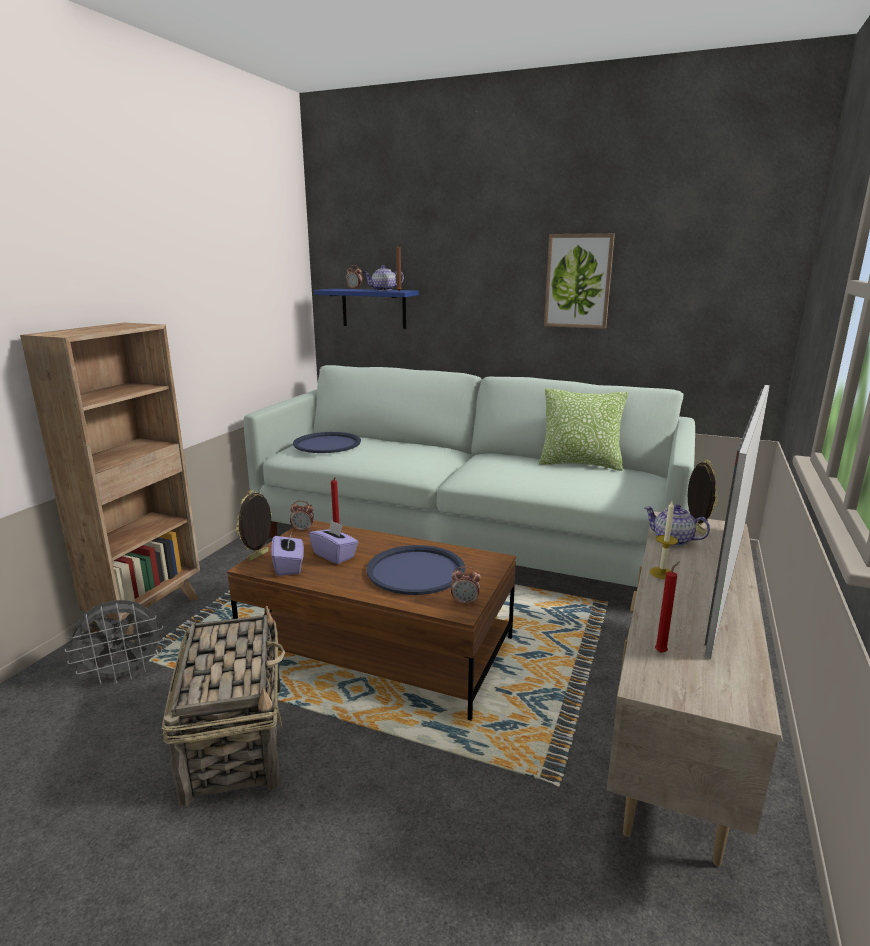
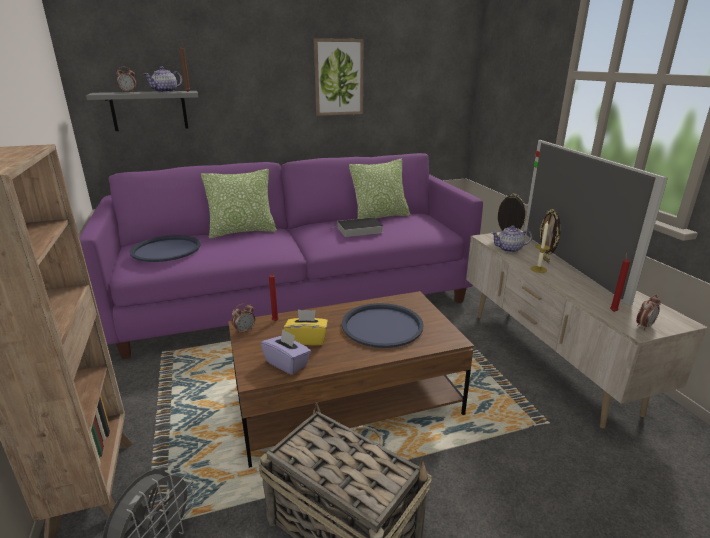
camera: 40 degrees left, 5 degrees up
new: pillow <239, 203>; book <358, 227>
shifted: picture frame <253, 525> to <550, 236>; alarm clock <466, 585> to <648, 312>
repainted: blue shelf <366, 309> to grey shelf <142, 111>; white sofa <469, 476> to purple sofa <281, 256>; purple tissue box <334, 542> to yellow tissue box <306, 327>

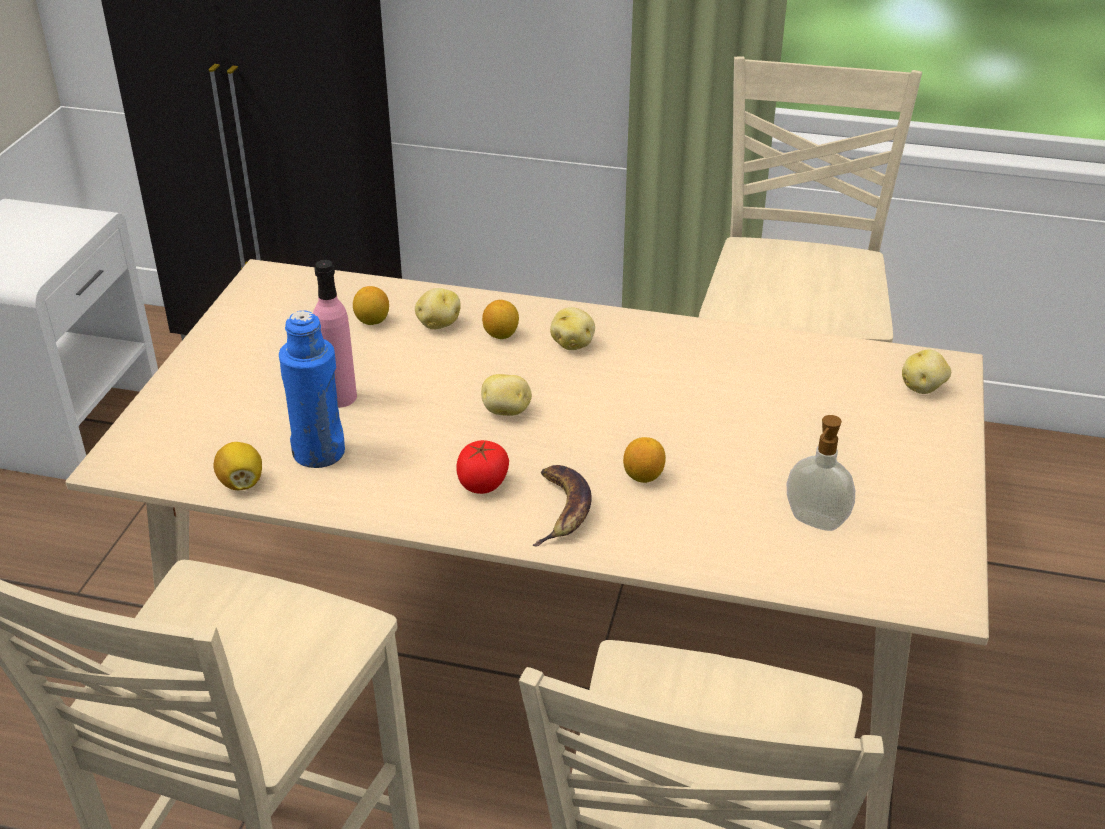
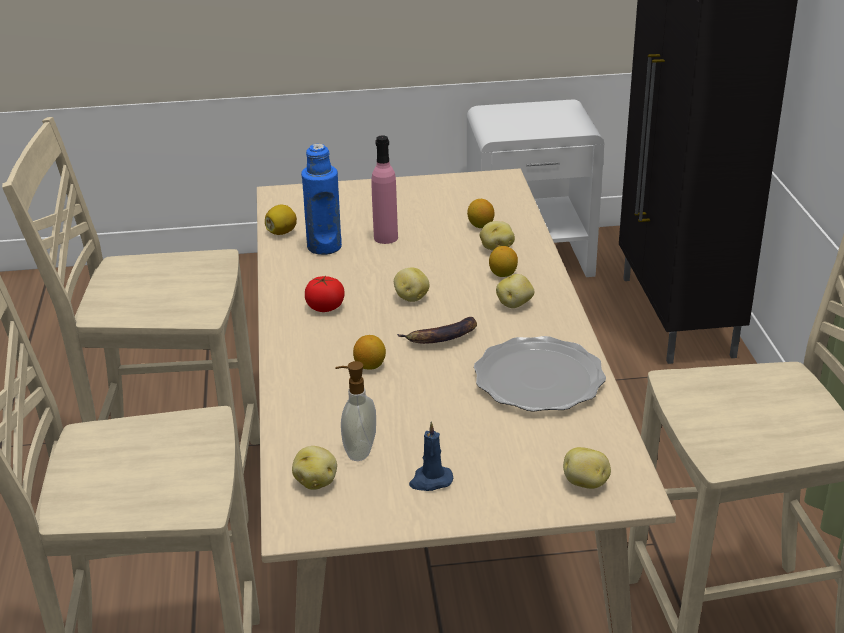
camera: 70 degrees right, 5 degrees down
new: plate <540, 374>; blue candle <431, 456>; potato <314, 468>
shifted: banana <562, 505> to <437, 330>

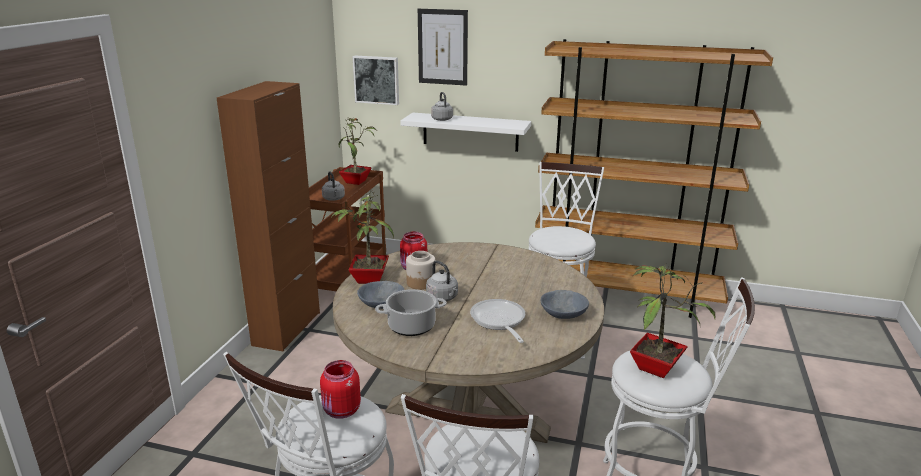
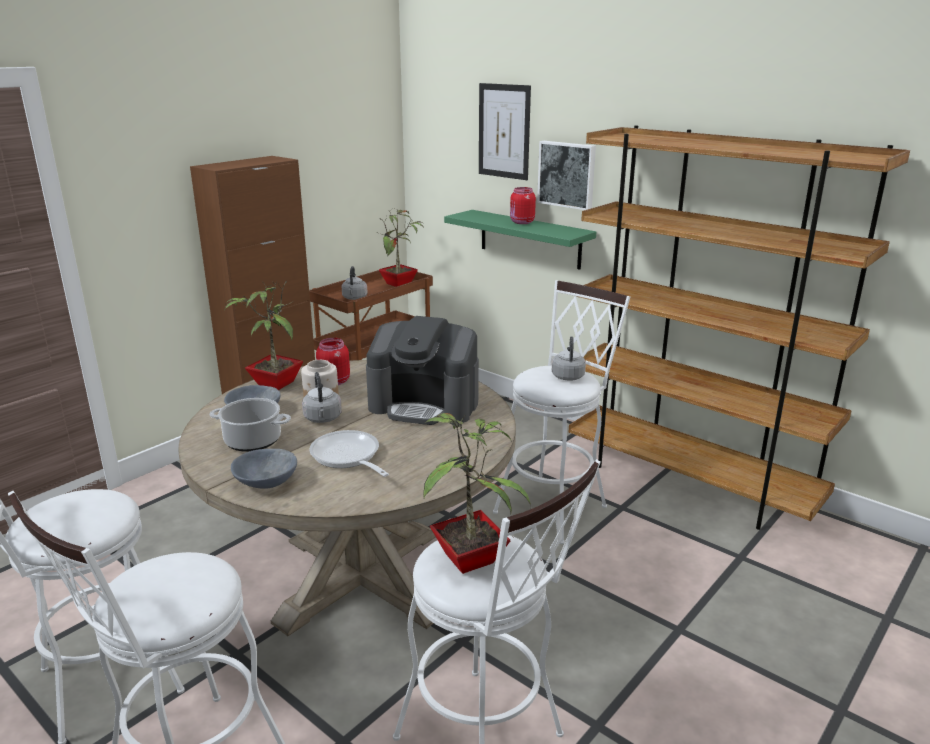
camera: 25 degrees right, 0 degrees up
new: coffee machine <422, 370>
shifted: picture <375, 80> to <566, 175>; grey kettle <442, 106> to <569, 358>; grey bowl <565, 304> to <264, 469>; red jar <340, 389> to <523, 205>
repainted: white shelf <465, 132> to green shelf <520, 240>
rotated: frying pan <497, 321> = <349, 453> 45 degrees counterclockwise

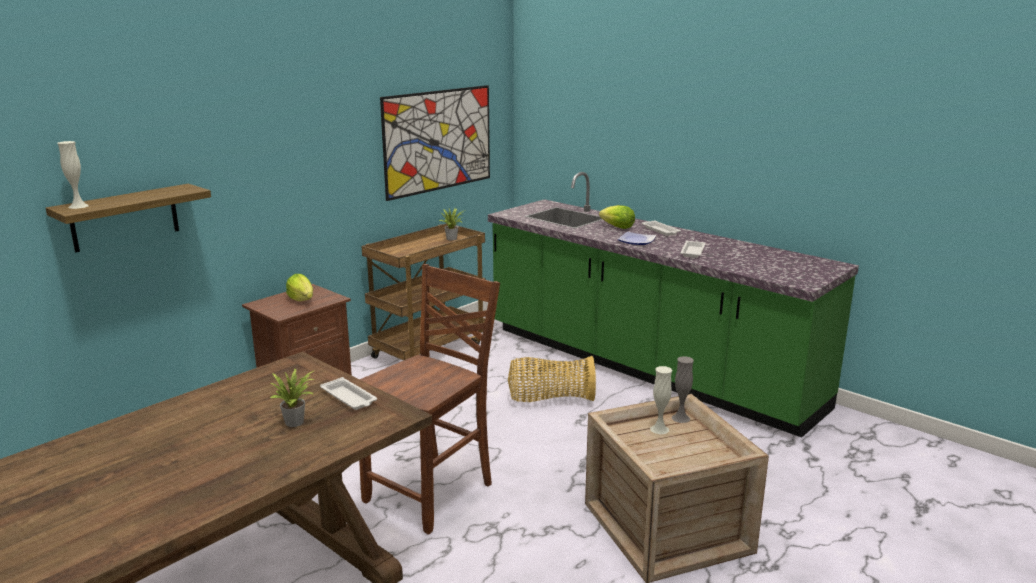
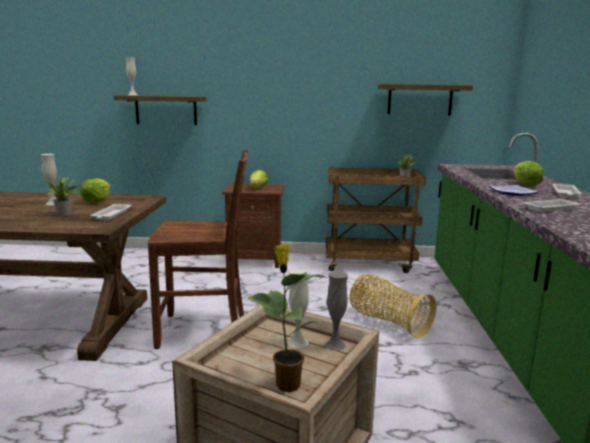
camera: 50 degrees right, 5 degrees down
new: white vase <49, 179>; lettuce <95, 190>; potted plant <289, 318>
swapped: picture <435, 143> to shelf <425, 100>

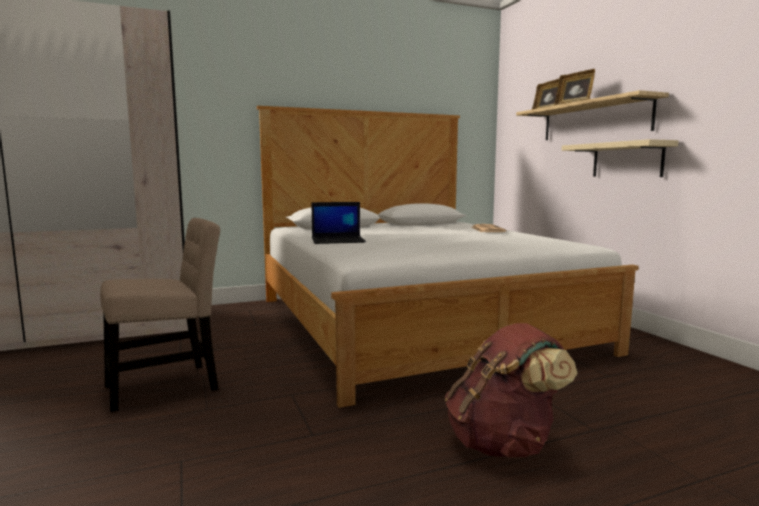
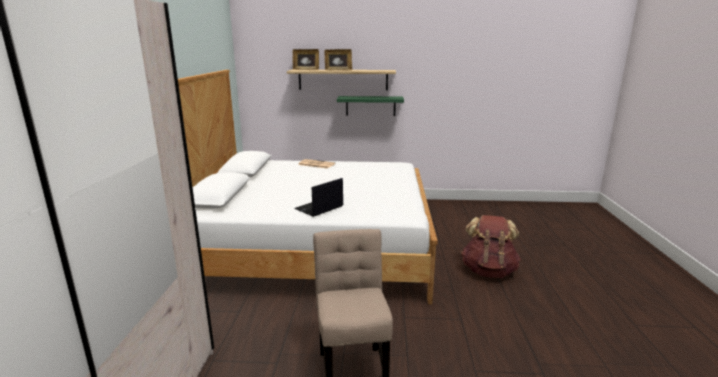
camera: 65 degrees left, 10 degrees up
repainted: beige shelf <620, 158> to green shelf <370, 106>
rotated: laptop <338, 223> = <318, 197> 150 degrees counterclockwise

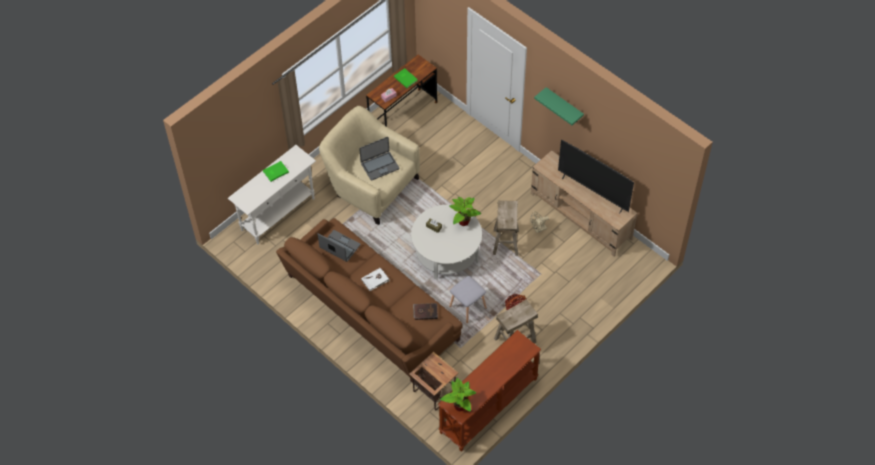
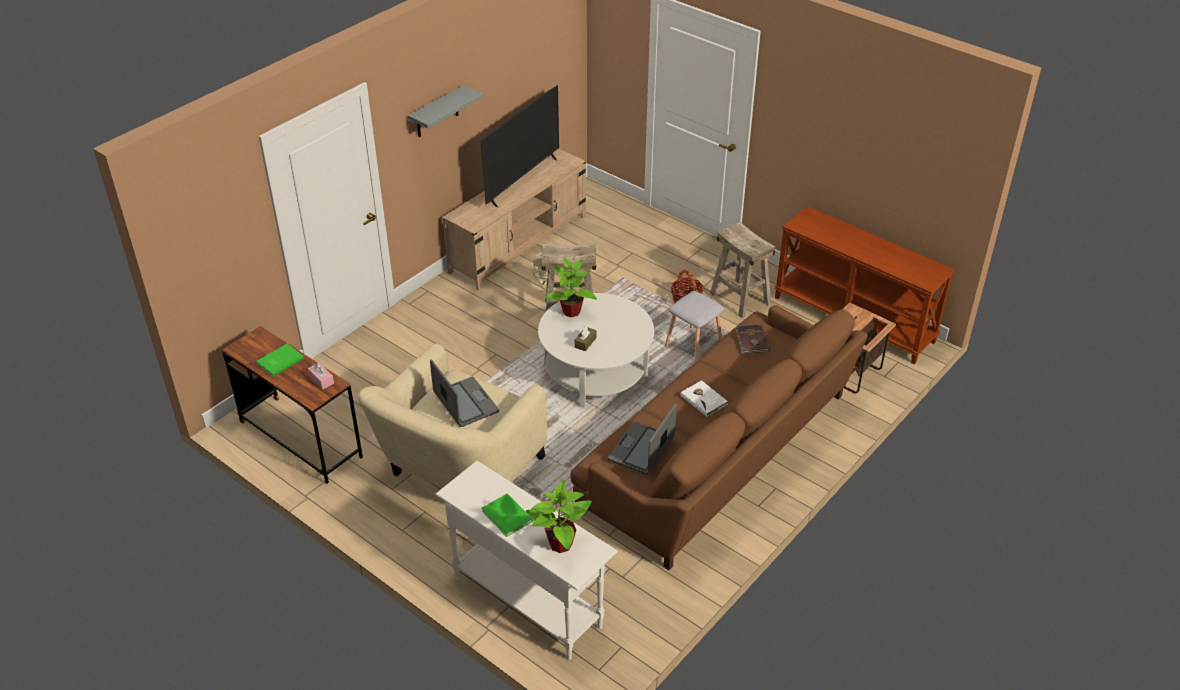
camera: 95 degrees left, 15 degrees down
shifted: potted plant <458, 395> to <559, 516>
repainted: green shelf <559, 106> to grey shelf <445, 111>

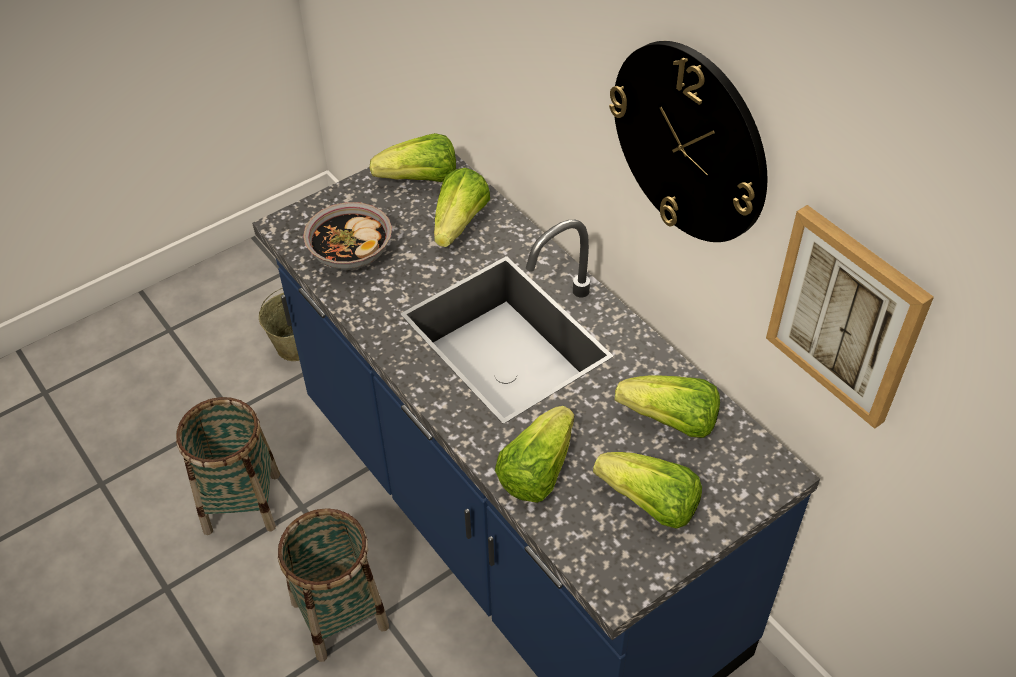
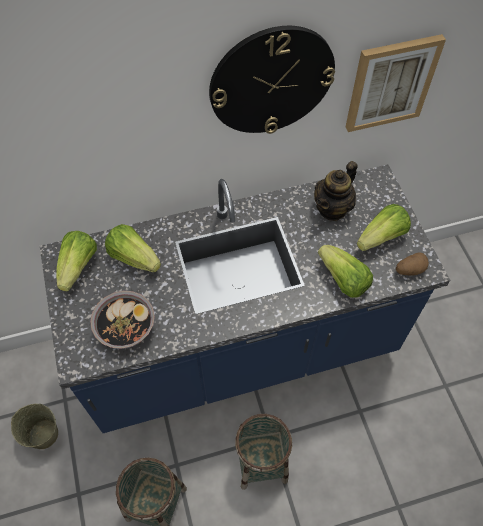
camera: 70 degrees left, 10 degrees up
new: potato <412, 263>
swapped: lettuce <667, 406> to teapot <336, 191>

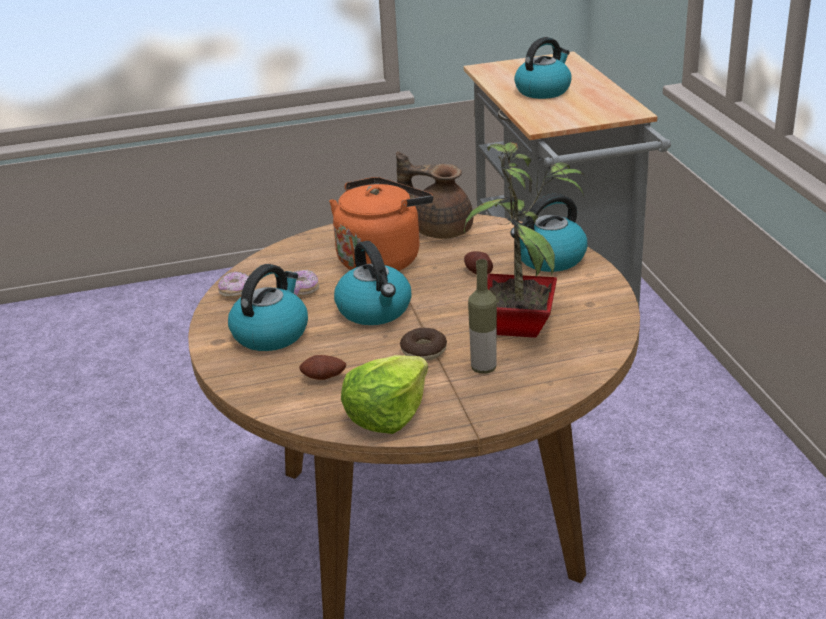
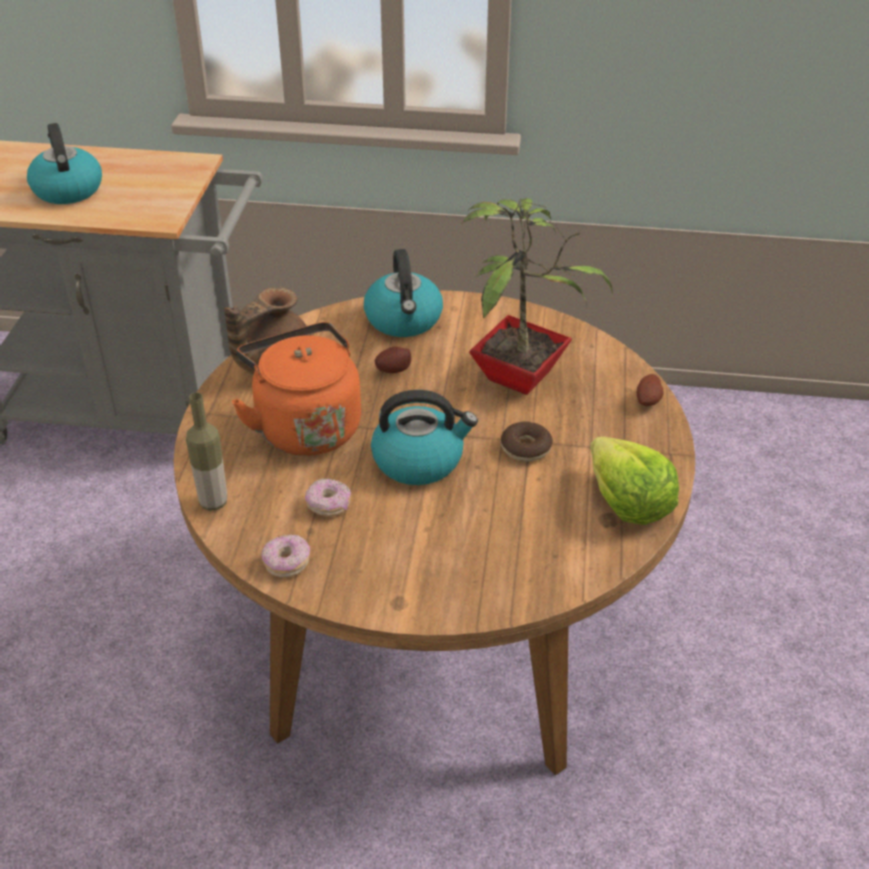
camera: 70 degrees left, 10 degrees up
gone: kettle <268, 307>
shifted: bottle <482, 316> to <206, 451>; potato <322, 367> to <650, 390>

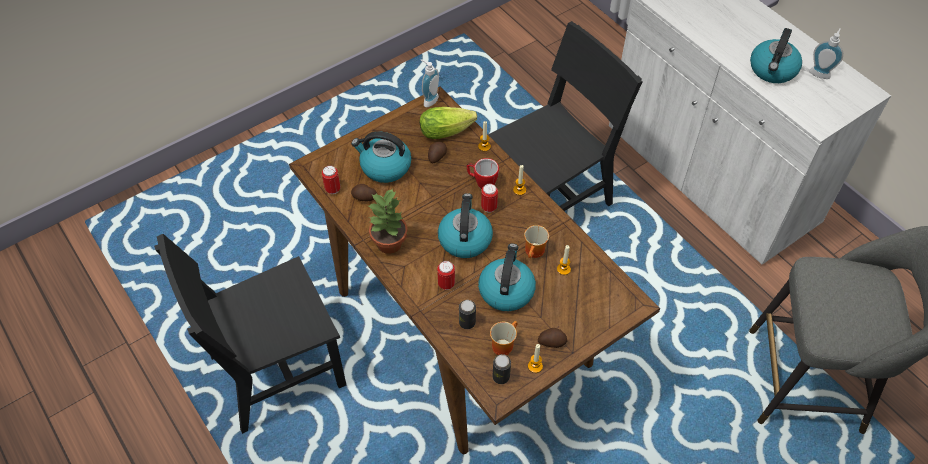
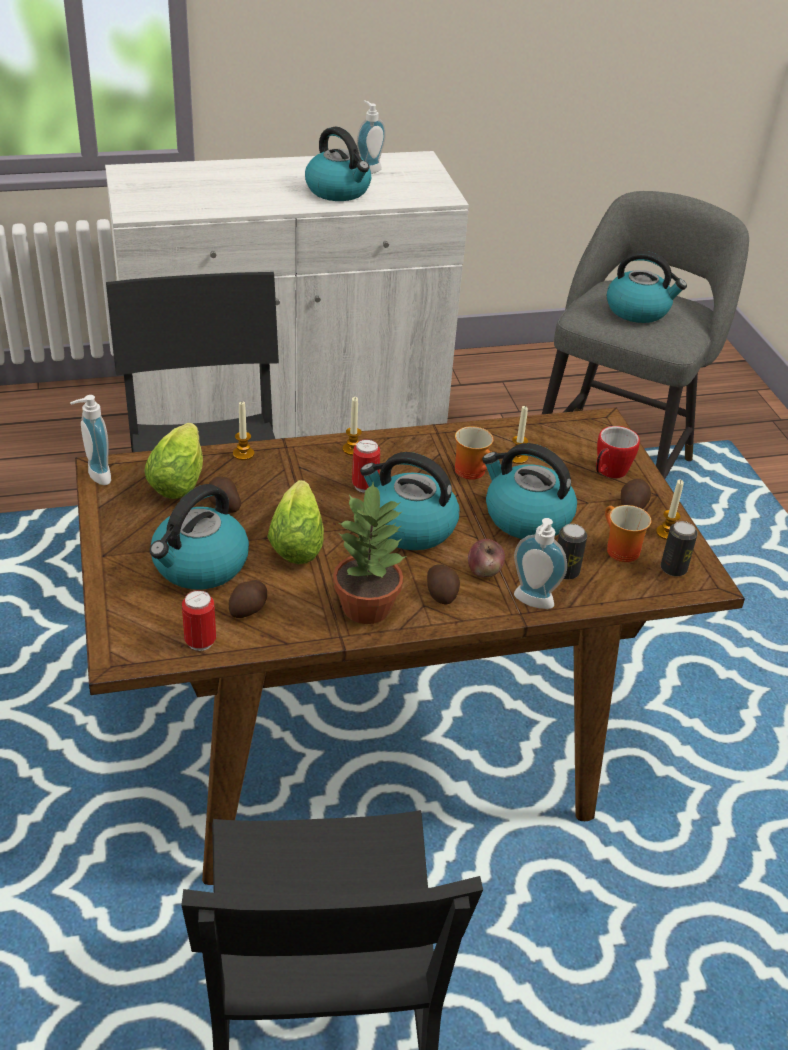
camera: 70 degrees left, 15 degrees down
new: kettle <647, 287>; lettuce <295, 522>; soap dispenser <540, 563>; potato <443, 584>
shifted: mug <482, 173> to <618, 452>
swapped: can <446, 275> to apple <486, 558>

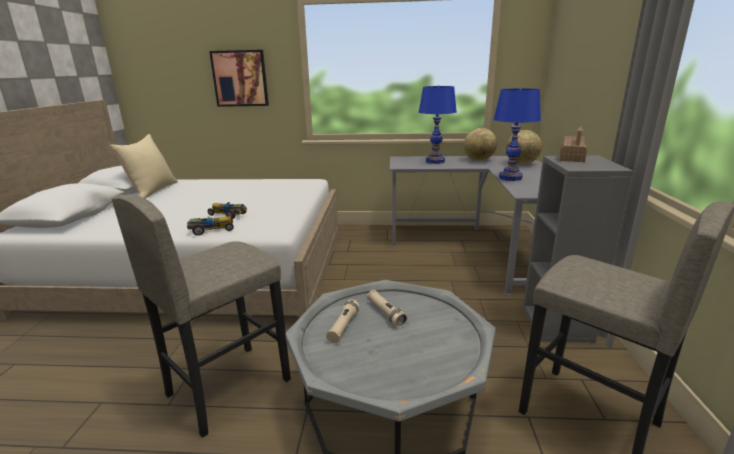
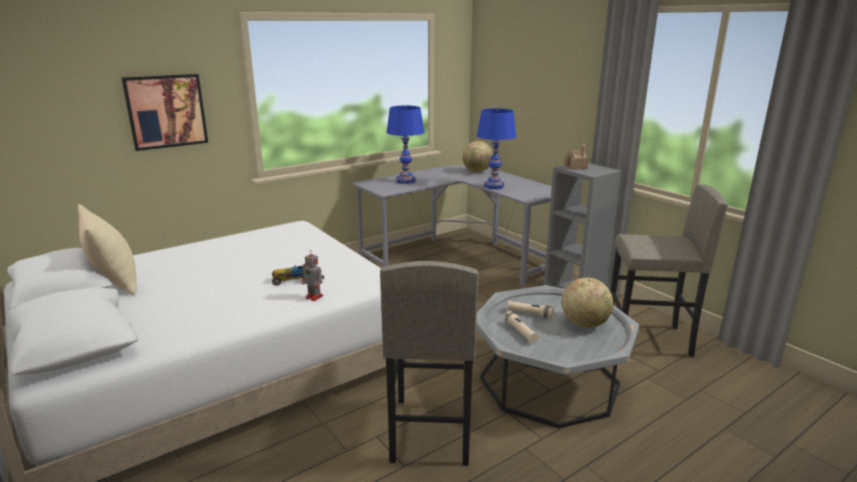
camera: 40 degrees left, 0 degrees up
shifted: globe <480, 144> to <587, 303>
swapped: toy car <210, 226> to toy robot <312, 276>

